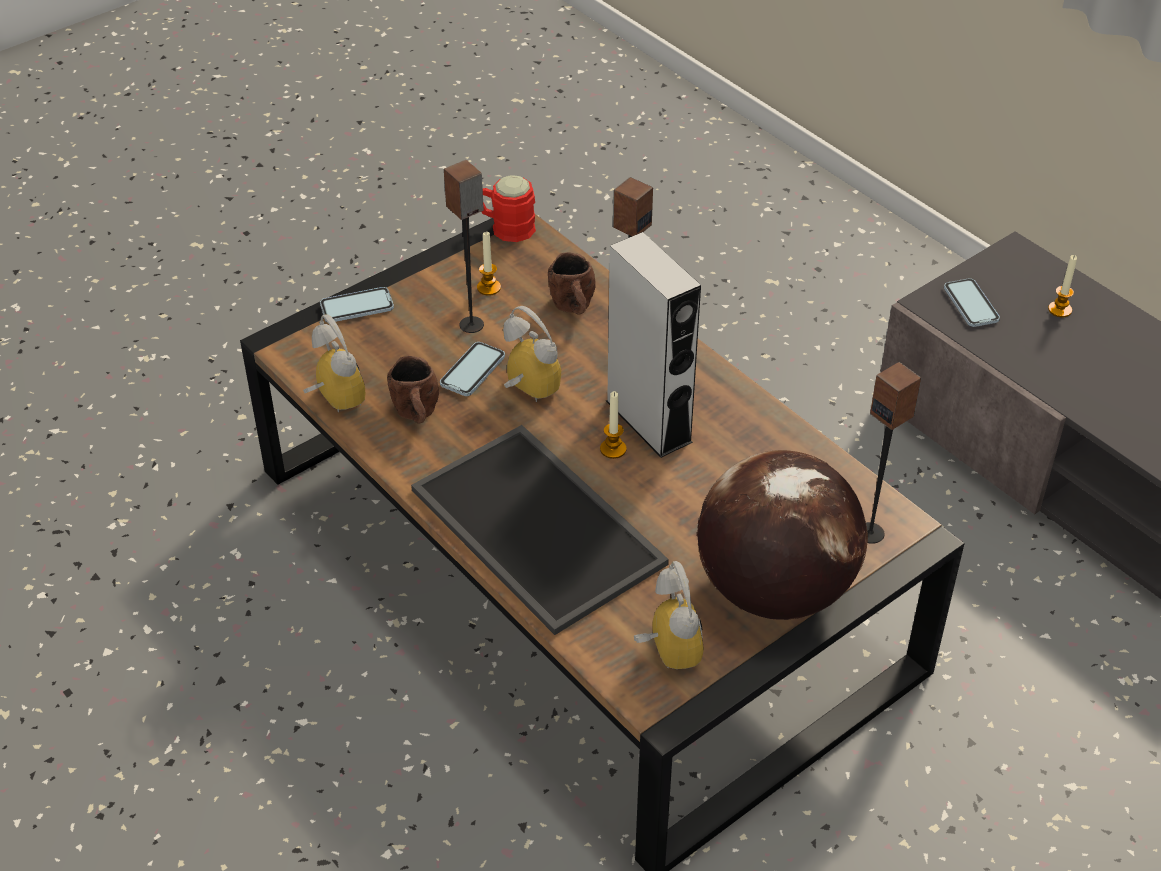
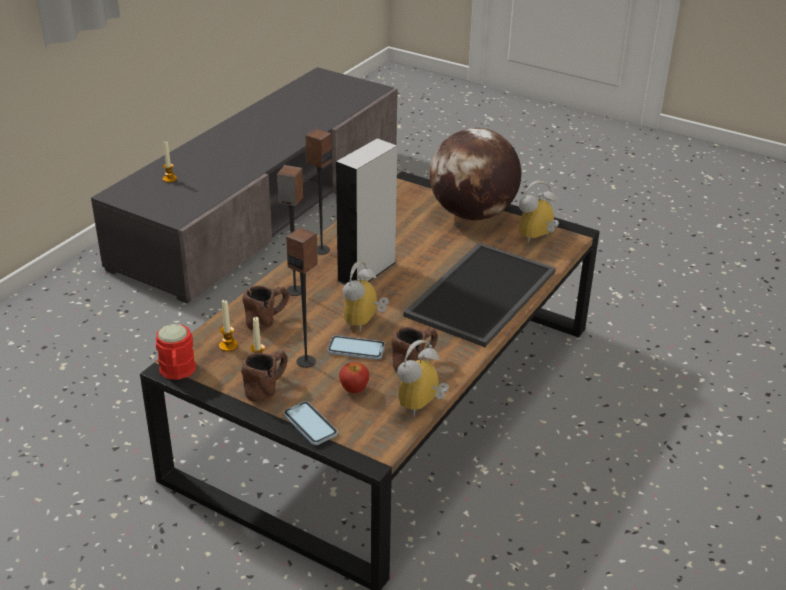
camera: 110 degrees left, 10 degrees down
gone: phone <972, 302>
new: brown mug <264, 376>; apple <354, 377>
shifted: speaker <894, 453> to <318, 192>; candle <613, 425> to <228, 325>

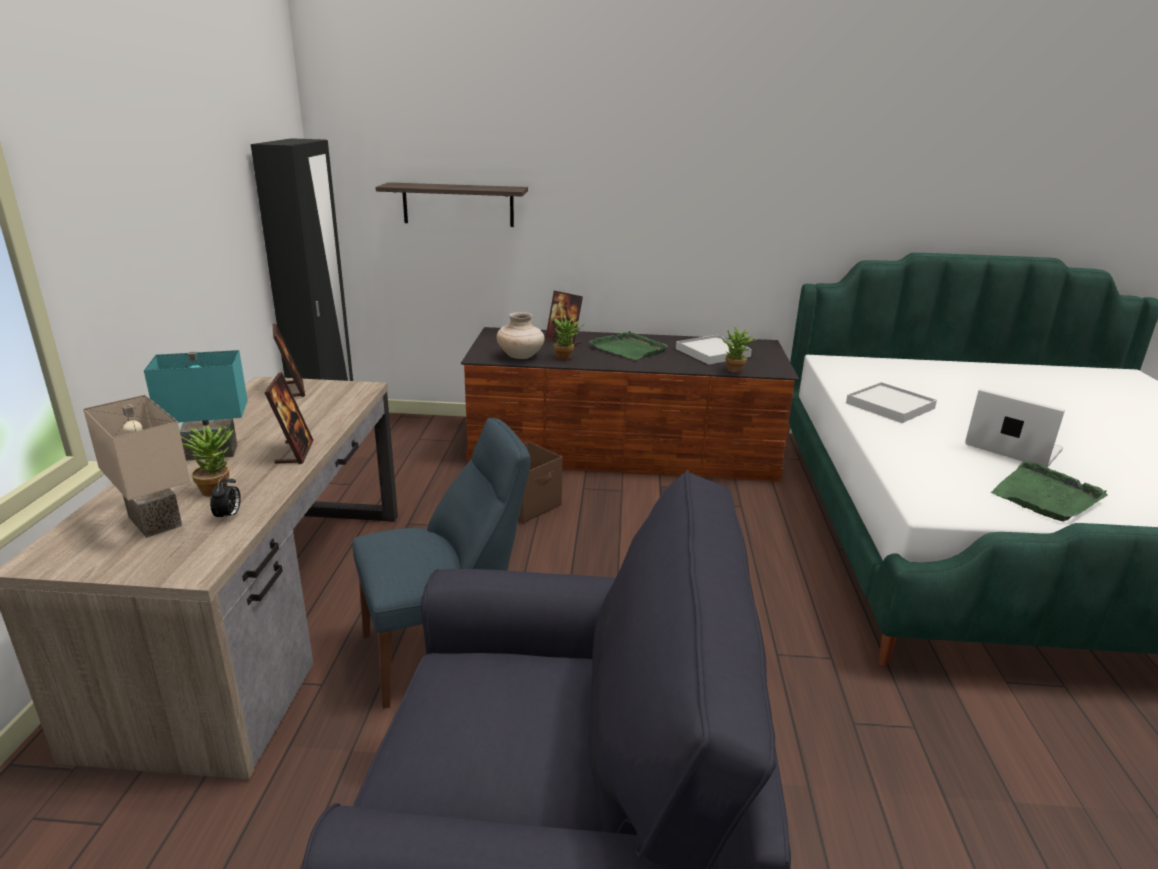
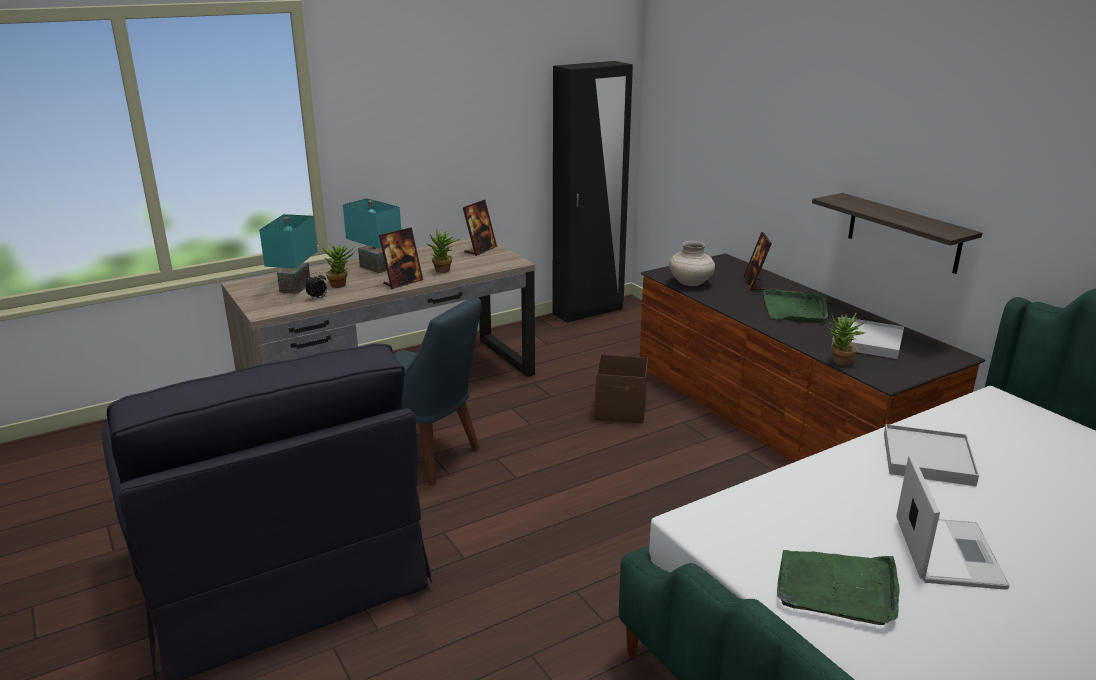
camera: 55 degrees right, 0 degrees up
shifted: shelf <452, 204> to <897, 233>; potted plant <568, 337> to <442, 250>
repainted: beige table lamp <136, 466> to turquoise table lamp <288, 254>

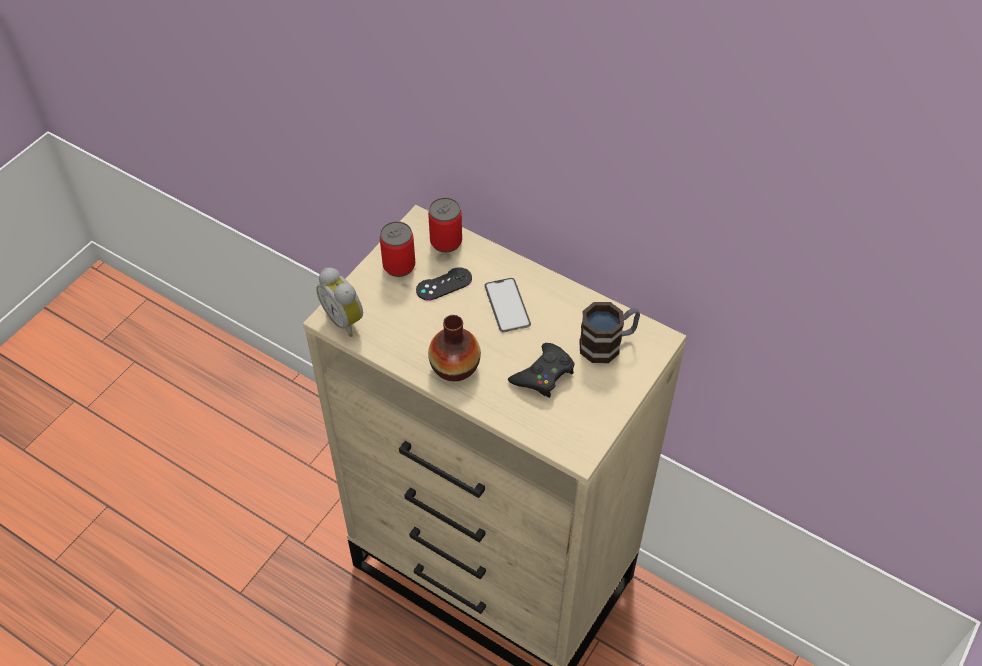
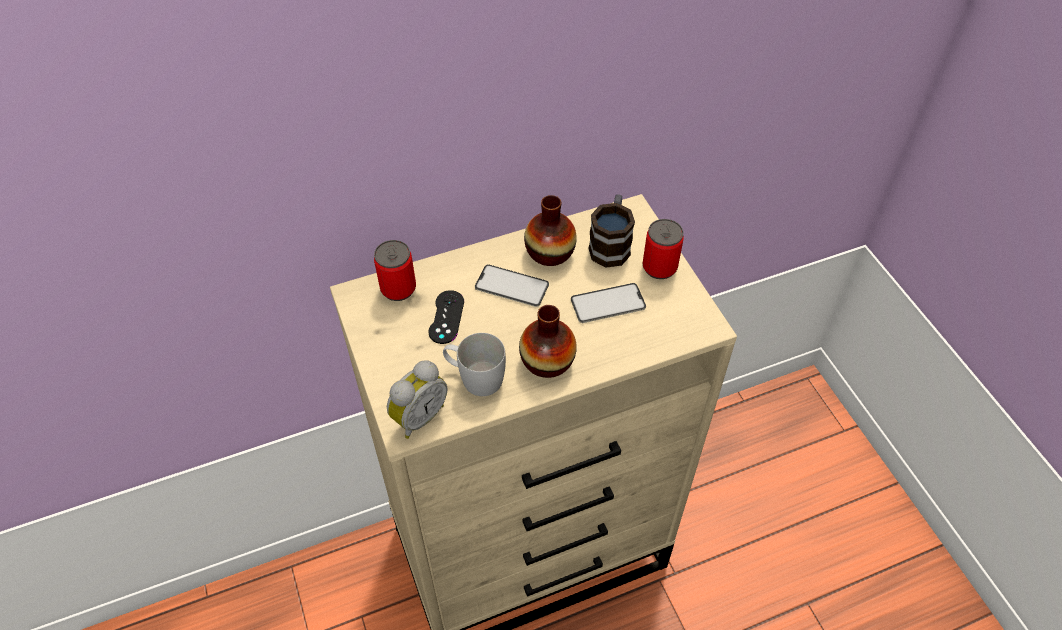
camera: 55 degrees left, 0 degrees up
new: vase <550, 230>; white mug <474, 364>
shifted: can <397, 249> to <663, 249>
swapped: black game controller <541, 370> to phone <608, 303>
rotated: alarm clock <339, 302> = <417, 399> 45 degrees counterclockwise

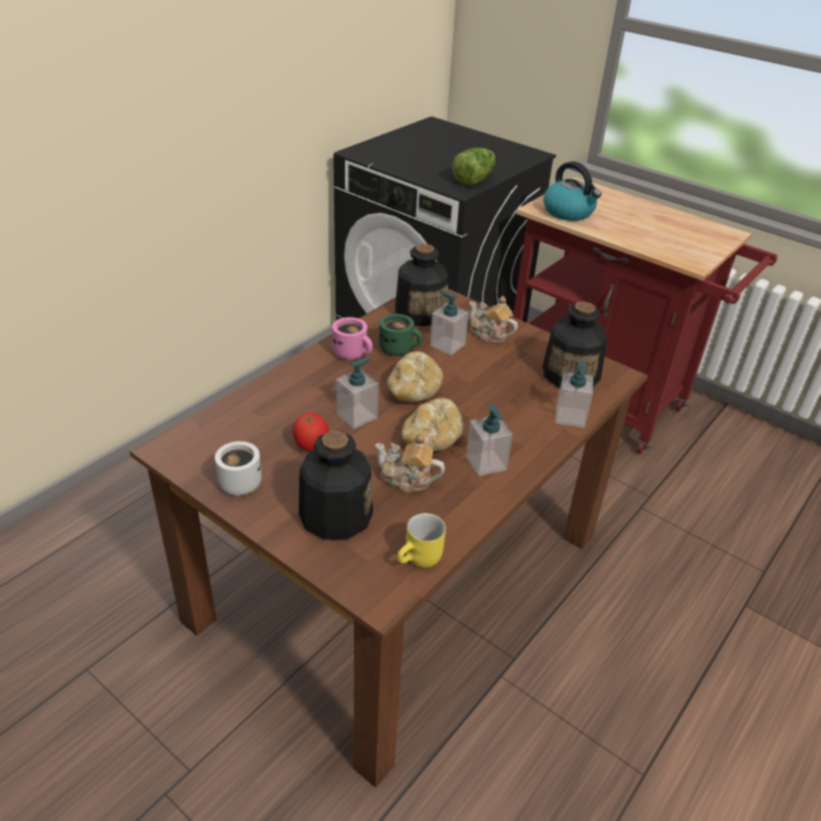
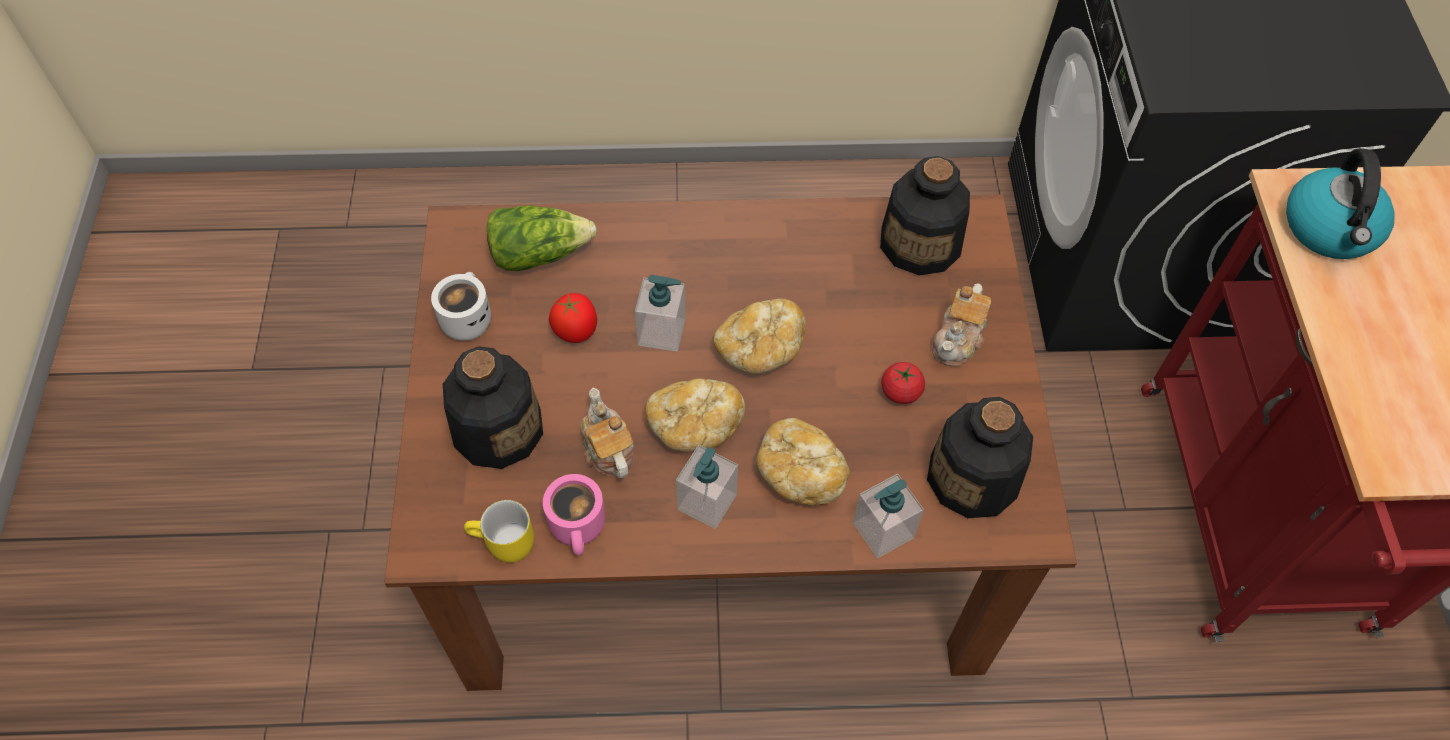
camera: 50 degrees right, 20 degrees up
gone: soap dispenser <449, 323>; green mug <401, 335>
new: tomato <903, 383>; bread <803, 461>
shifted: lettuce <473, 167> to <542, 238>; pink mug <352, 338> to <574, 514>
rotated: teapot <493, 319> = <961, 324> 150 degrees counterclockwise

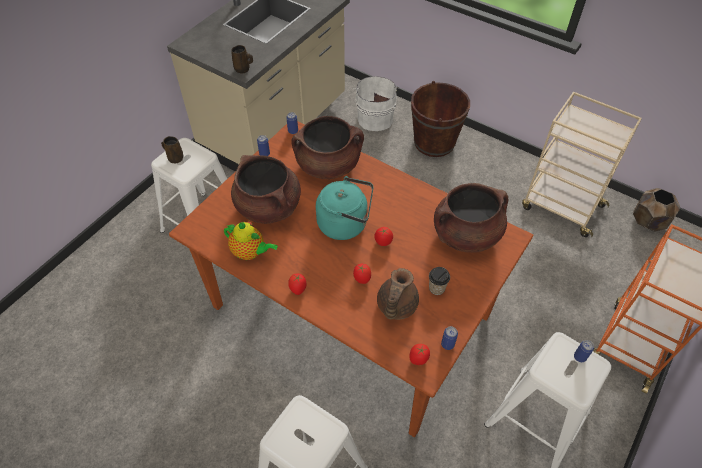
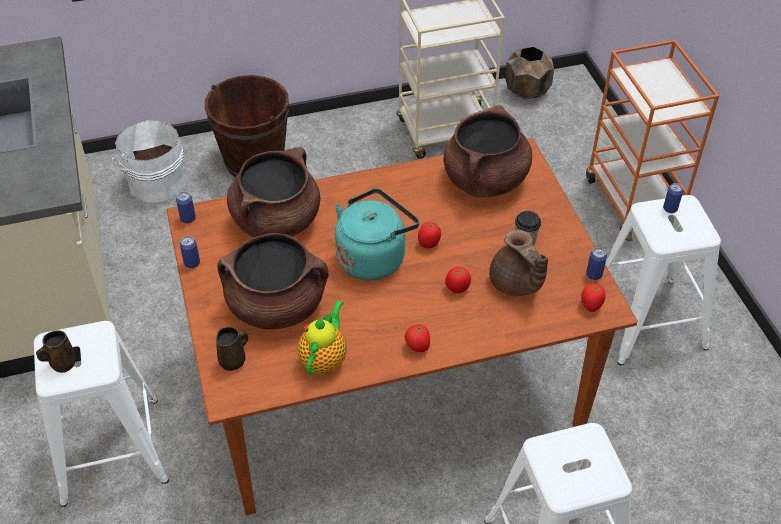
camera: 50 degrees left, 5 degrees down
shifted: brown mug <242, 59> to <232, 348>
rotated: teapot <251, 240> = <322, 337> 45 degrees counterclockwise

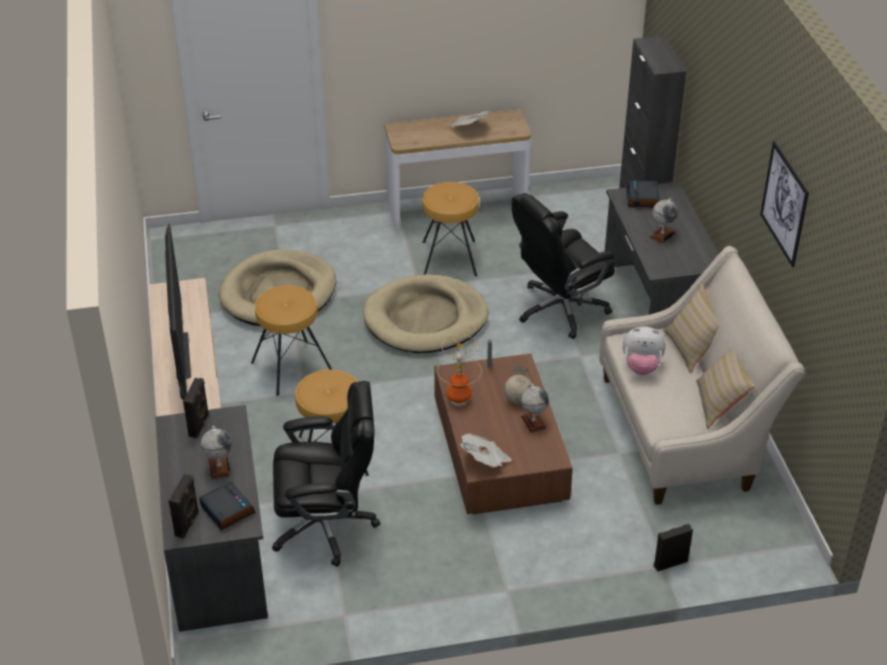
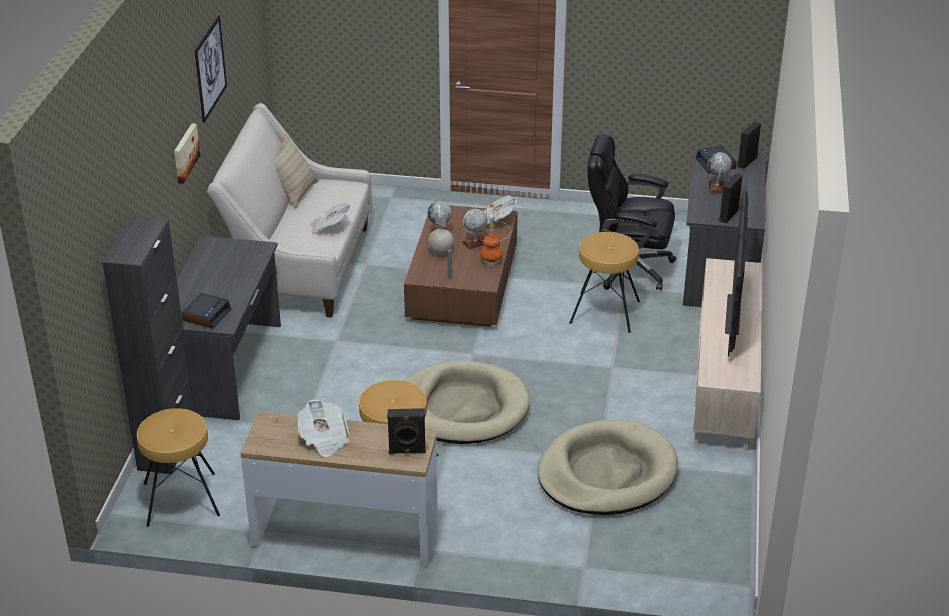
camera: 160 degrees left, 5 degrees down
gone: black office chair <563, 266>; beige pillow <691, 328>
new: picture <187, 153>
shifted: globe <663, 221> to <475, 229>; brown stool <291, 341> to <178, 467>; black speaker <673, 547> to <406, 431>
swapped: plush toy <644, 351> to newspaper <330, 217>

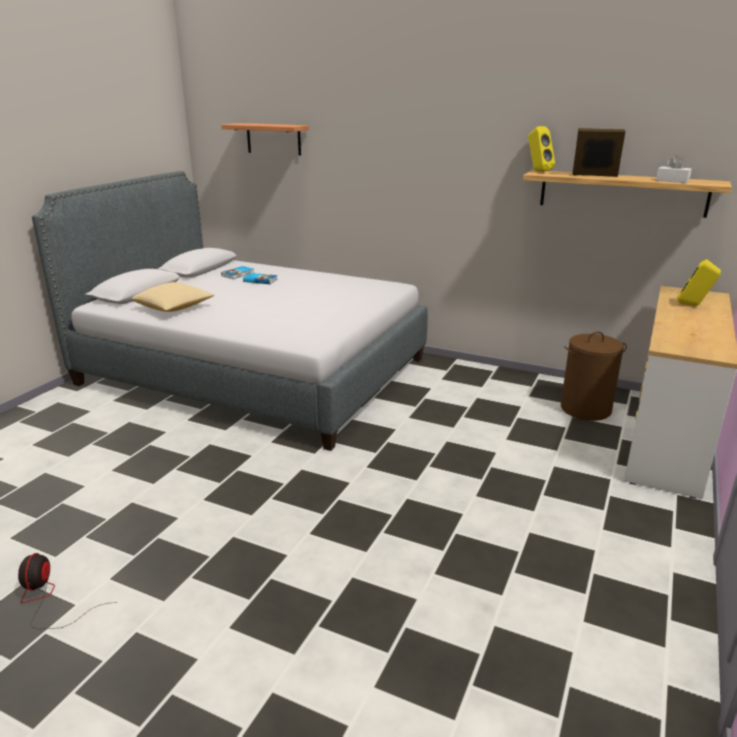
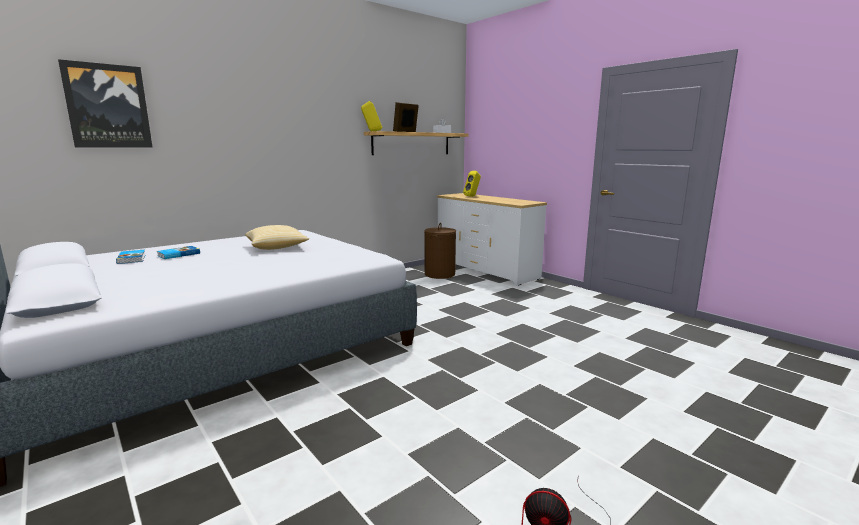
camera: 65 degrees left, 10 degrees down
shifted: pillow <173, 297> to <277, 237>
swapped: shelf <265, 139> to picture <105, 103>

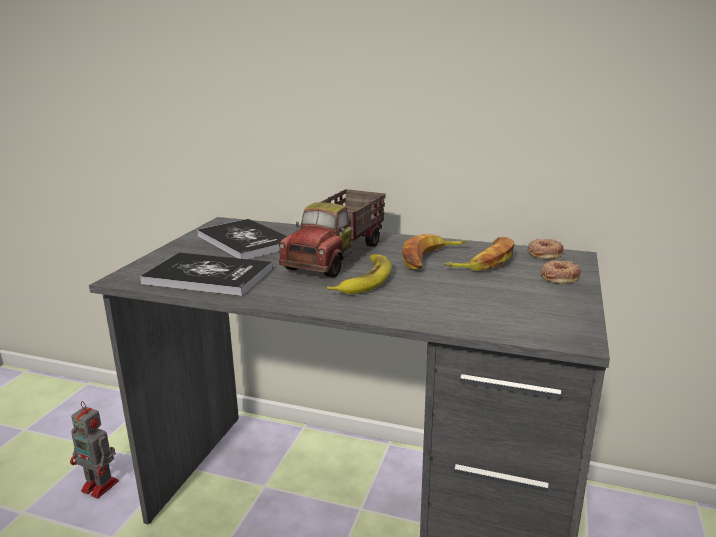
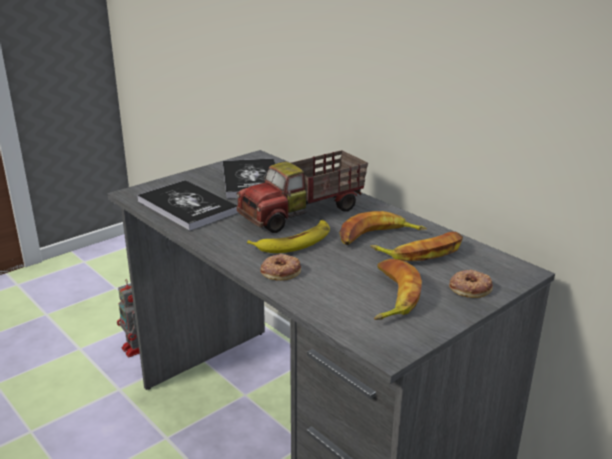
camera: 30 degrees right, 5 degrees up
new: banana <398, 289>
shifted: donut <546, 249> to <280, 267>

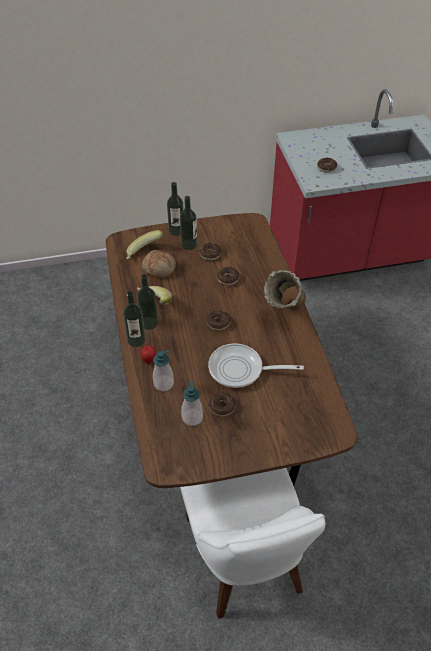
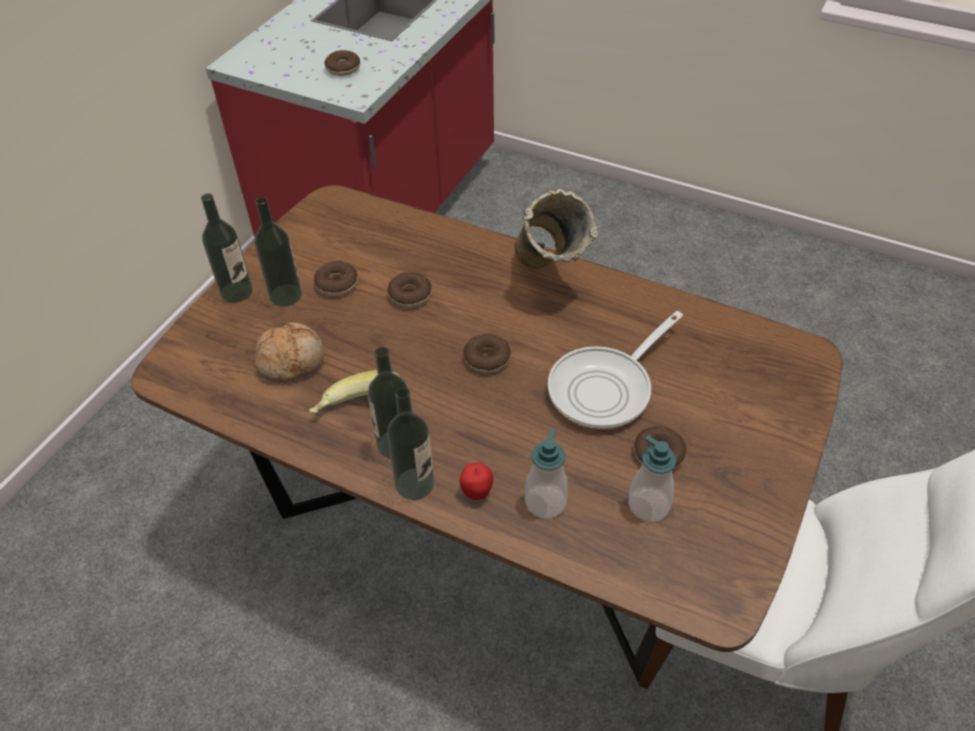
camera: 50 degrees left, 0 degrees up
gone: banana <144, 244>

